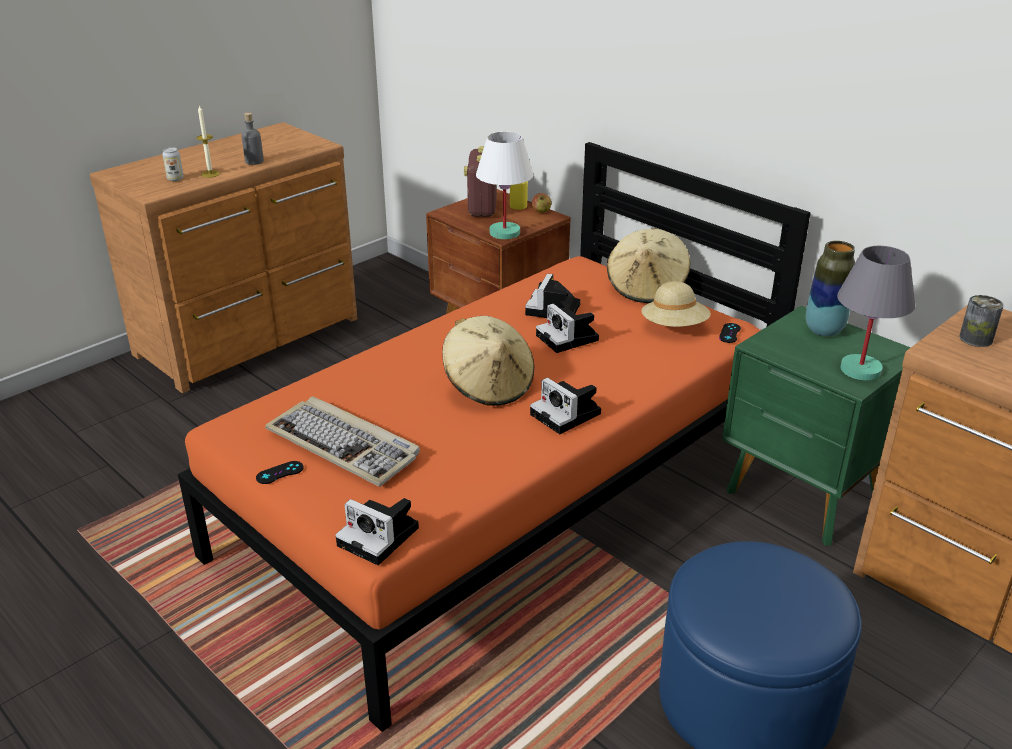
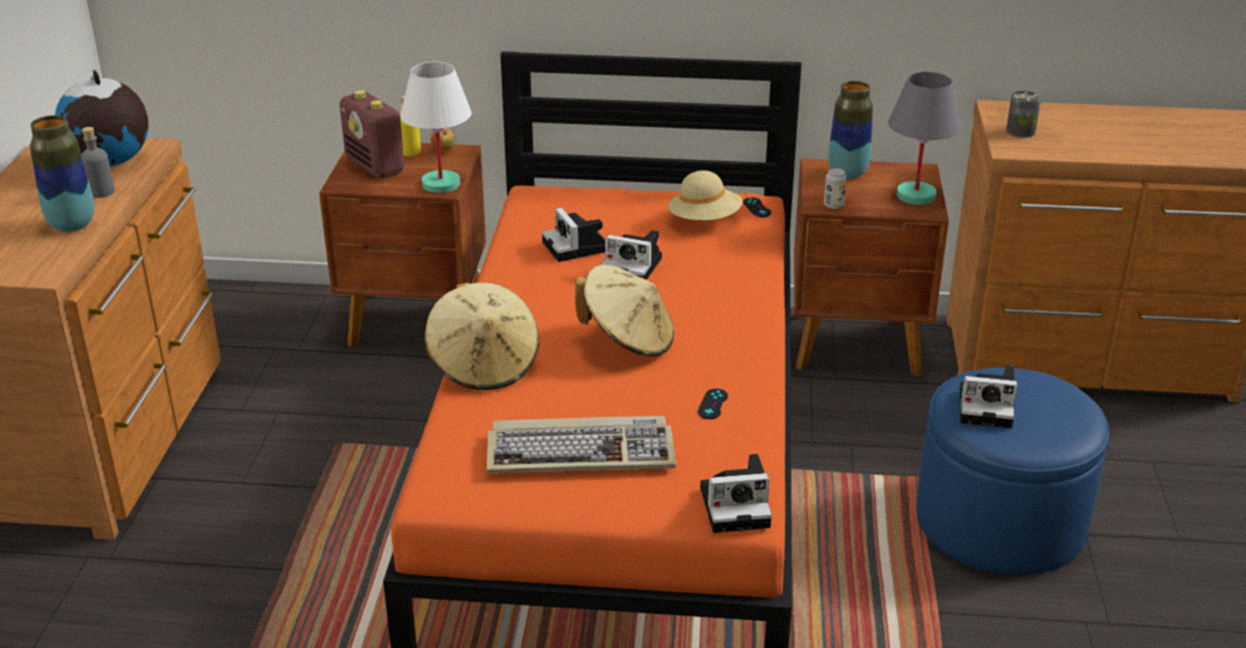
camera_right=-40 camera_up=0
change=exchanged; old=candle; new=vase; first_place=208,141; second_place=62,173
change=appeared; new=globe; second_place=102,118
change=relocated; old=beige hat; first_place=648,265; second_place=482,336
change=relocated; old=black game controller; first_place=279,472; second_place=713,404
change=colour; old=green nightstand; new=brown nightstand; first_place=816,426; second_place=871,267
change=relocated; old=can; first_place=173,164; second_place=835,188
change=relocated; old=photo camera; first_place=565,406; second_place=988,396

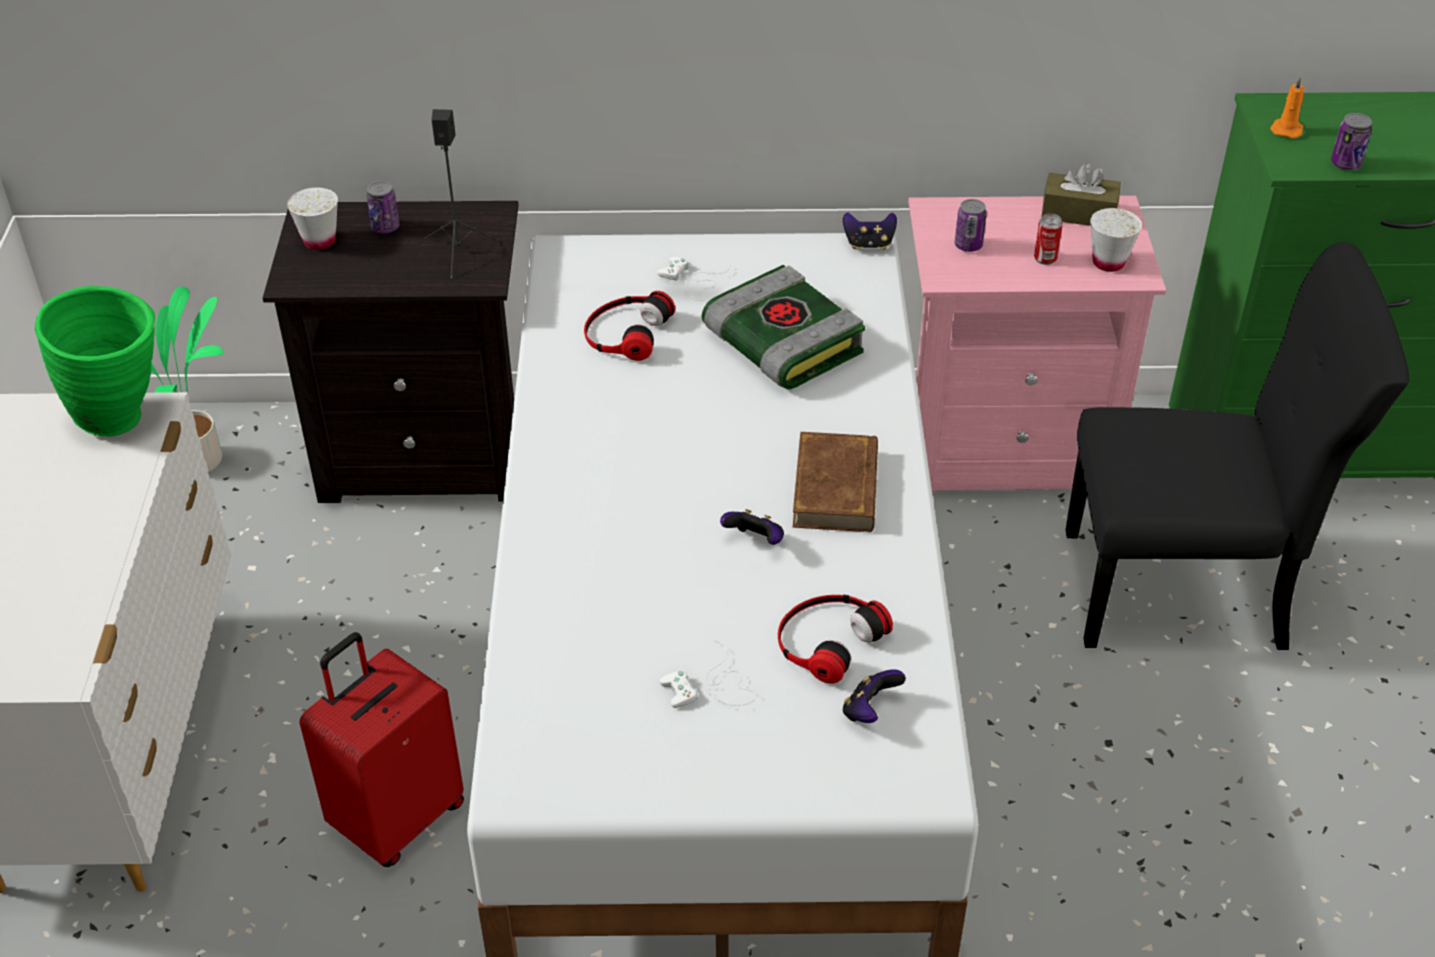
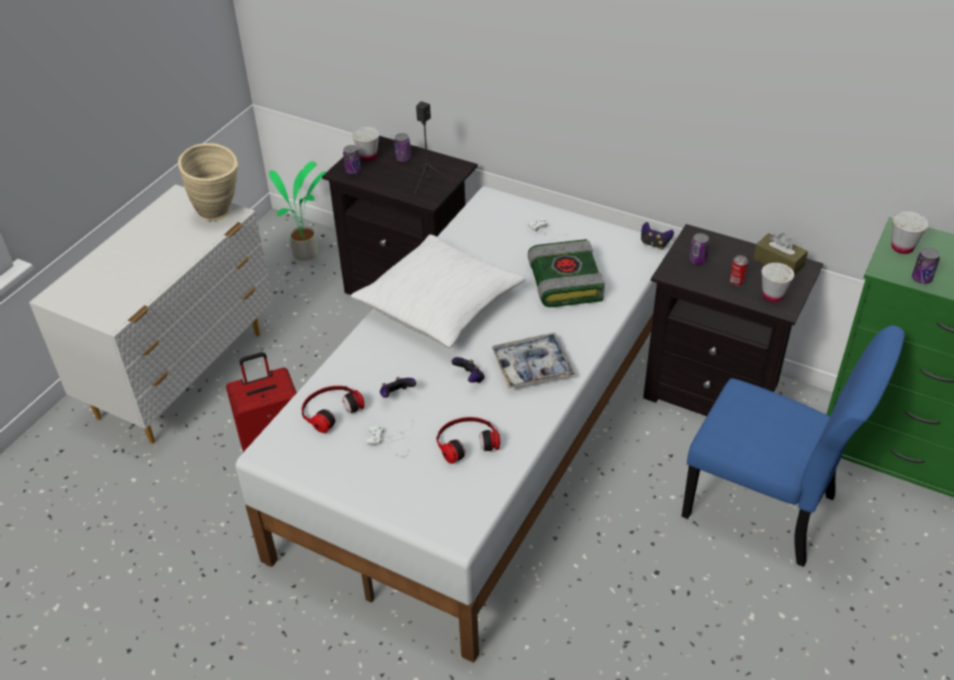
camera_right=30 camera_up=0
change=colour; old=green vase; new=beige vase; first_place=95,361; second_place=208,182
change=relocated; old=headphones; first_place=629,326; second_place=333,409
change=appeared; new=can; second_place=352,159
change=appeared; new=white pillow; second_place=437,291
change=relocated; old=game controller; first_place=874,696; second_place=398,387
change=exchanged; old=brown book; new=tray; first_place=835,482; second_place=533,361
change=colour; old=pink nightstand; new=black nightstand; first_place=1037,346; second_place=733,320
change=colour; old=black chair; new=blue chair; first_place=1237,446; second_place=793,446
change=exchanged; old=orange candle; new=white cup; first_place=1287,107; second_place=909,232

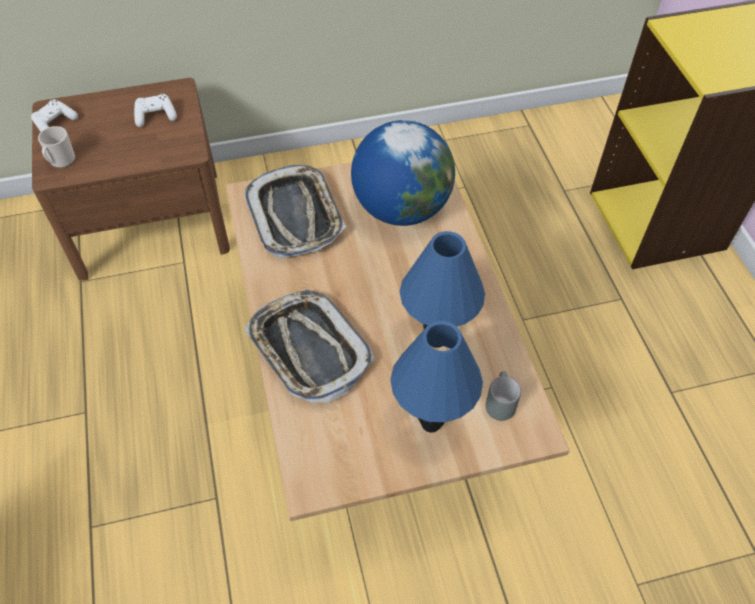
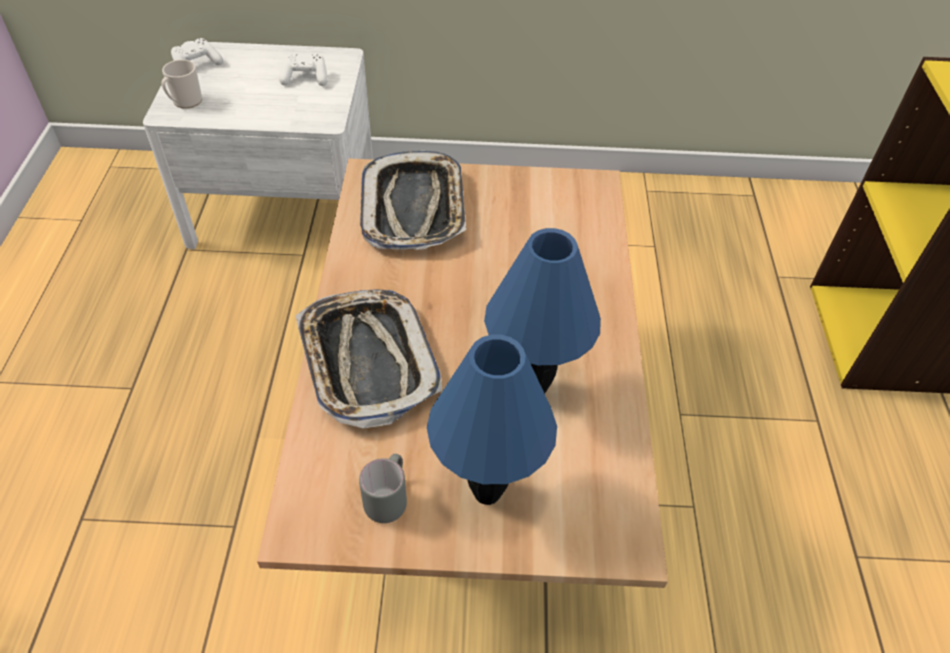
camera_right=15 camera_up=-5
change=colour; old=brown nightstand; new=white nightstand; first_place=131,179; second_place=258,145
change=relocated; old=grey mug; first_place=503,396; second_place=383,488
change=missing; old=globe; first_place=403,173

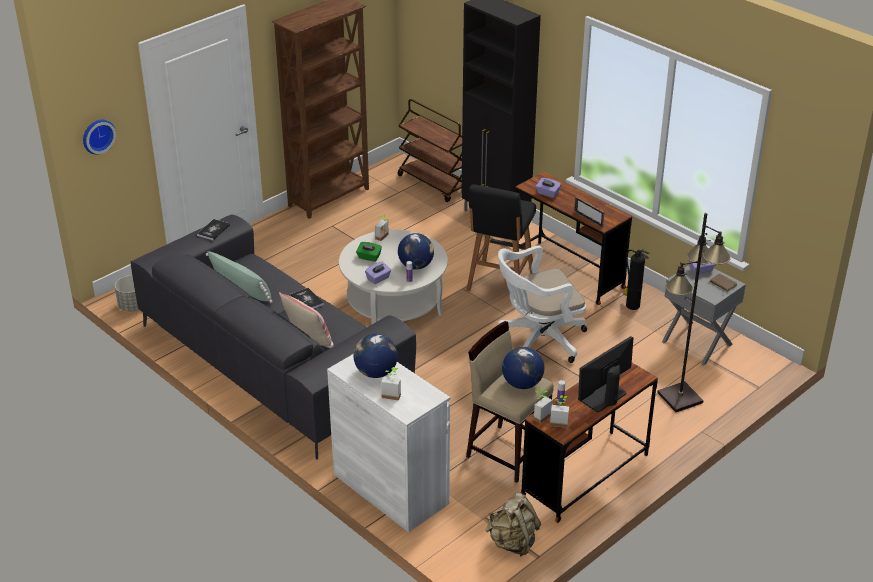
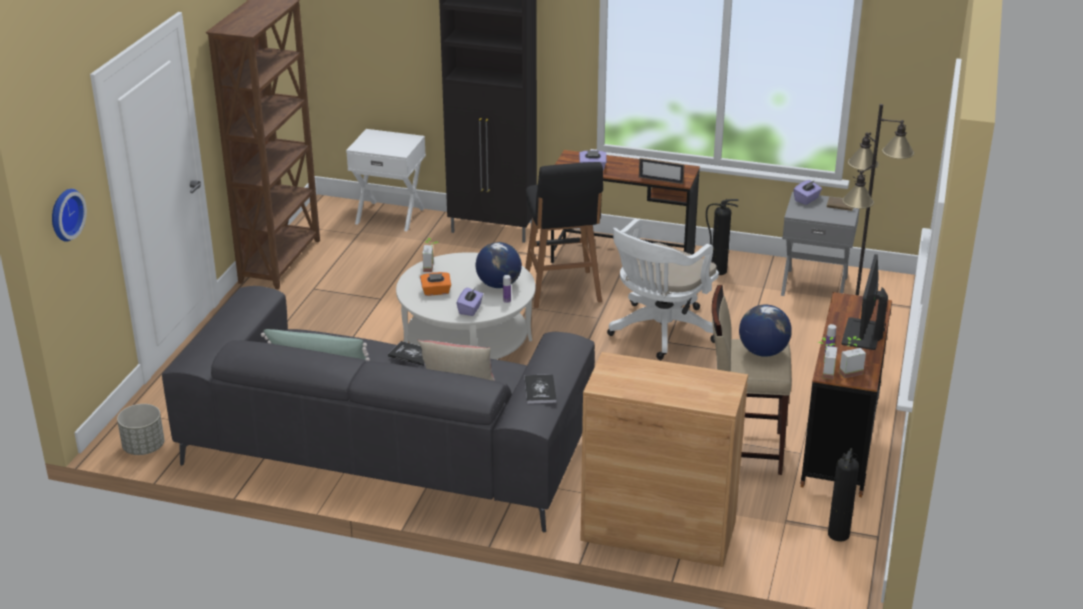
camera_right=-30 camera_up=-5
change=exchanged; old=brown cart; new=white nightstand; first_place=429,150; second_place=386,180
change=colour; old=green tissue box; new=orange tissue box; first_place=369,252; second_place=435,284
change=relocated; old=book; first_place=213,229; second_place=540,389
change=colour; old=white cabinet; new=brown cabinet; first_place=388,443; second_place=664,459
change=exchanged; old=beige backpack; new=fire extinguisher; first_place=513,525; second_place=843,495
change=missing; old=globe; first_place=376,356
change=missing; old=potted plant; first_place=391,384

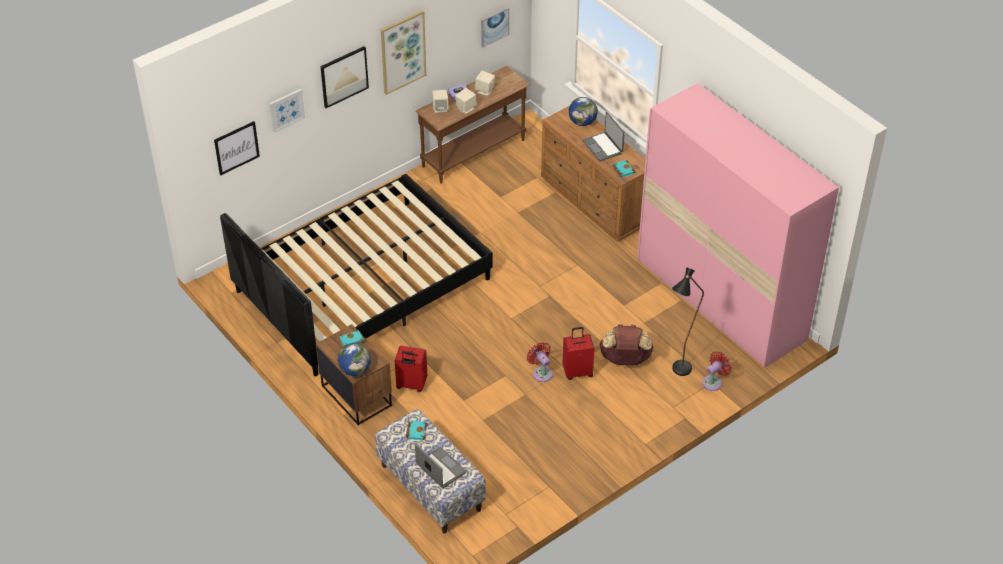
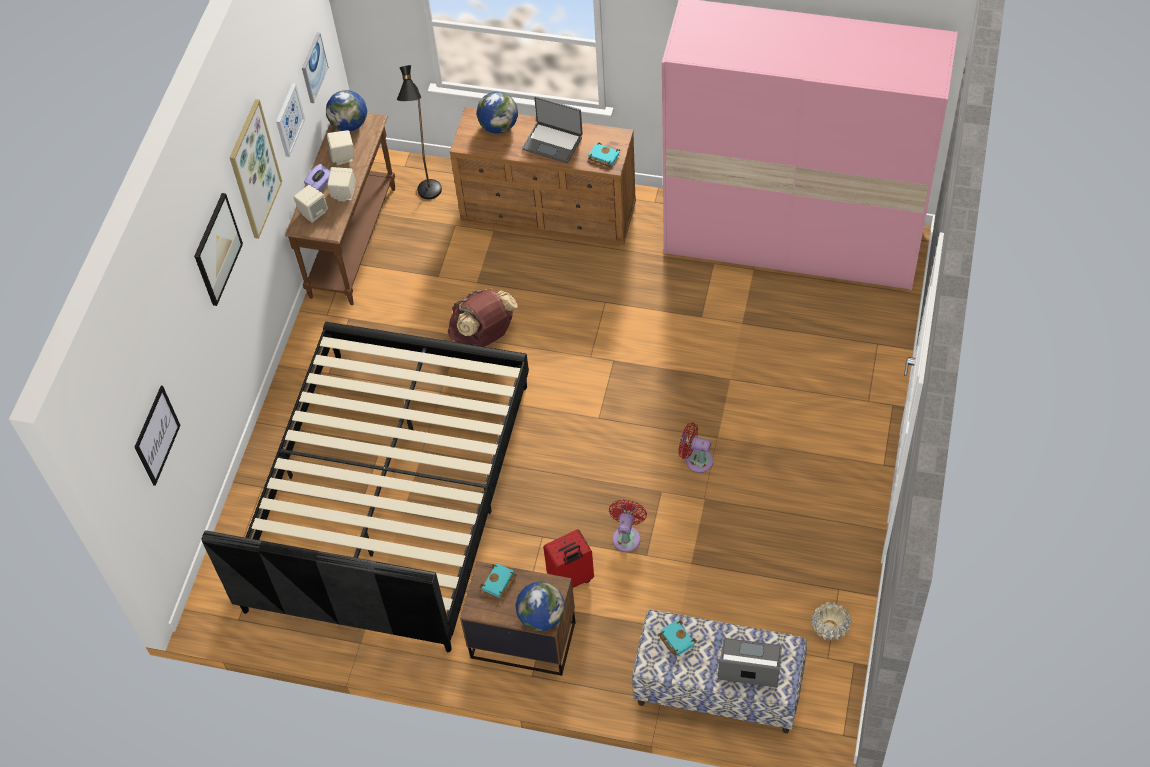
camera_right=-35 camera_up=10
change=relocated; old=picture; first_place=287,111; second_place=290,120
change=appeared; new=globe; second_place=346,110
change=relocated; old=black floor lamp; first_place=688,321; second_place=419,132
change=relocated; old=brown backpack; first_place=626,345; second_place=483,318
change=relocated; old=red fan; first_place=716,371; second_place=628,526
change=appeared; new=beige planter; second_place=831,621
change=missing; old=red suitcase; first_place=578,353

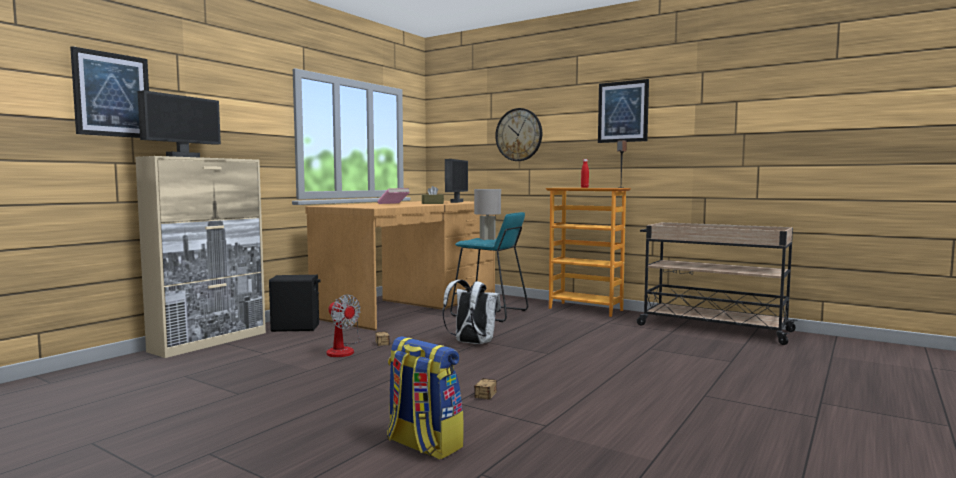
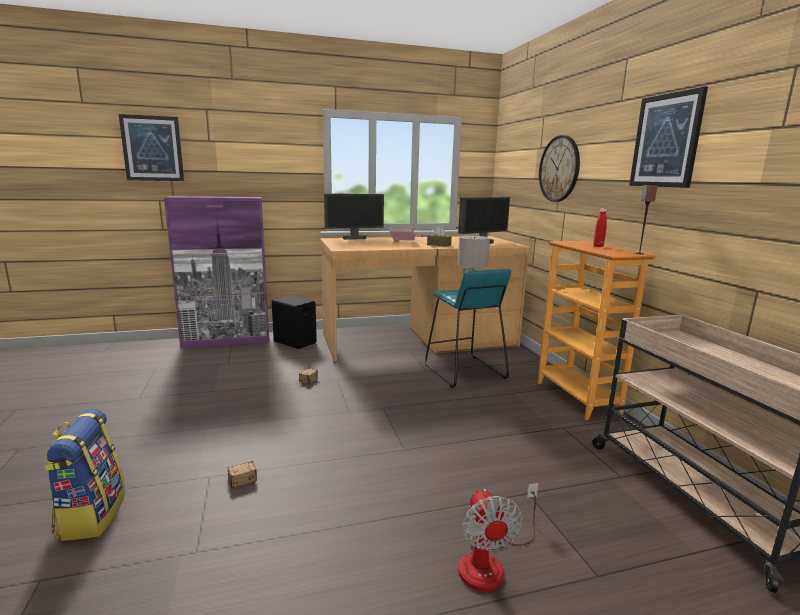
camera_right=40 camera_up=10
change=colour; old=beige cabinet; new=purple cabinet; first_place=200,257; second_place=216,272
change=relocated; old=monitor; first_place=179,123; second_place=354,216
change=relocated; old=fan; first_place=343,325; second_place=498,537
change=missing; old=white backpack; first_place=471,312

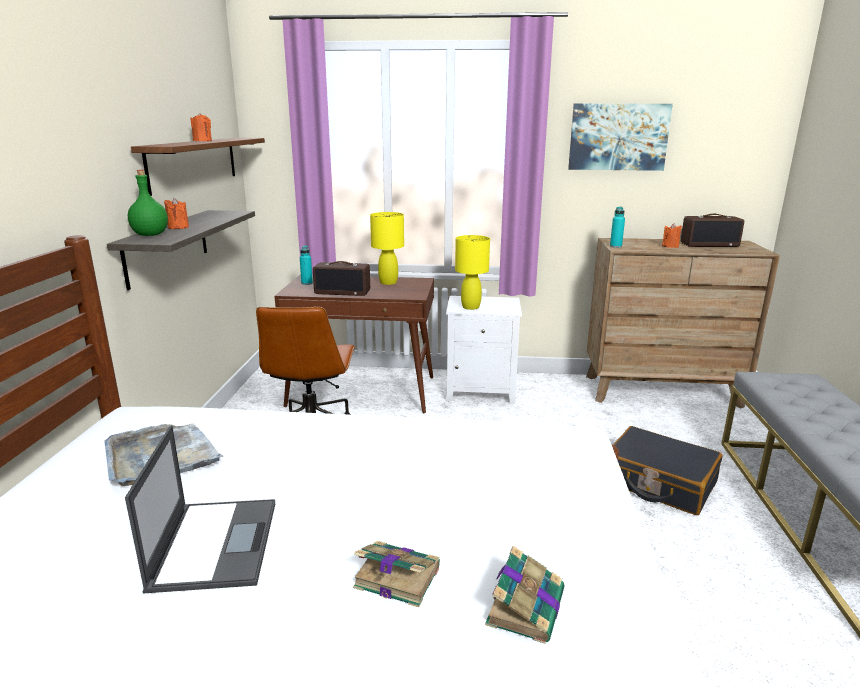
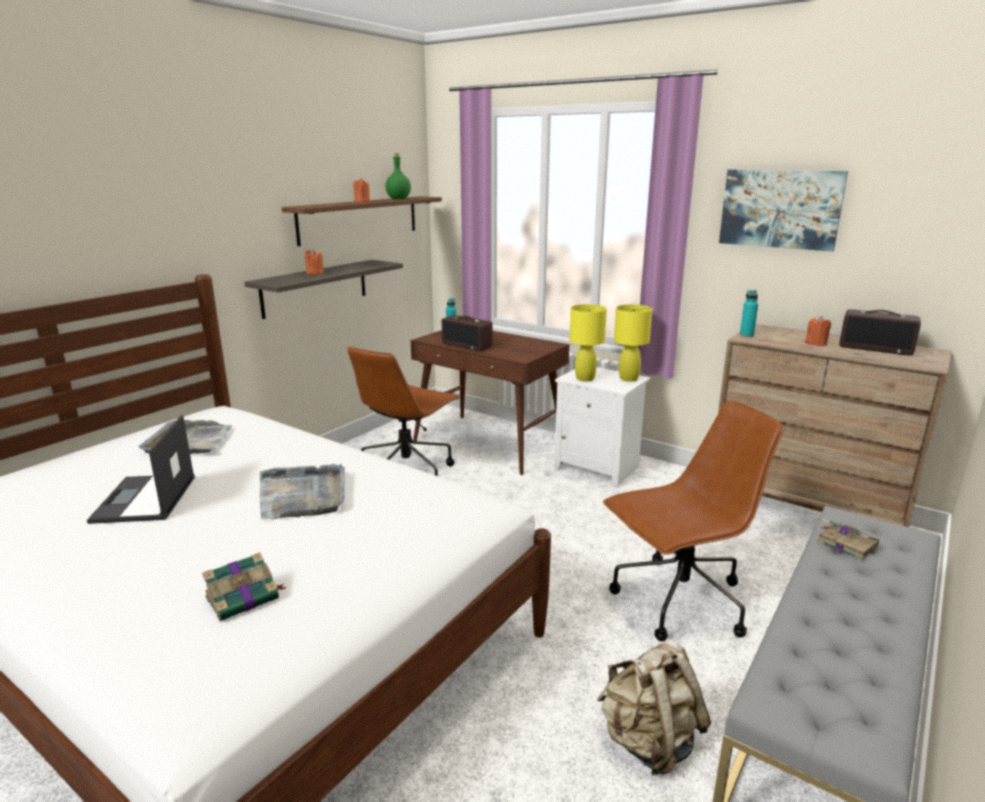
camera_right=30 camera_up=0
change=spun; old=laptop; first_place=200,509; second_place=141,469; degrees=150
change=appeared; new=grey tray; second_place=302,491
change=relocated; old=green bottle; first_place=148,203; second_place=398,176
change=appeared; new=beige backpack; second_place=654,707
change=exchanged; old=black suitcase; new=brown office chair; first_place=667,470; second_place=693,520
change=relocated; old=yellow table lamp; first_place=387,248; second_place=633,343
change=relocated; old=book; first_place=396,574; second_place=848,539

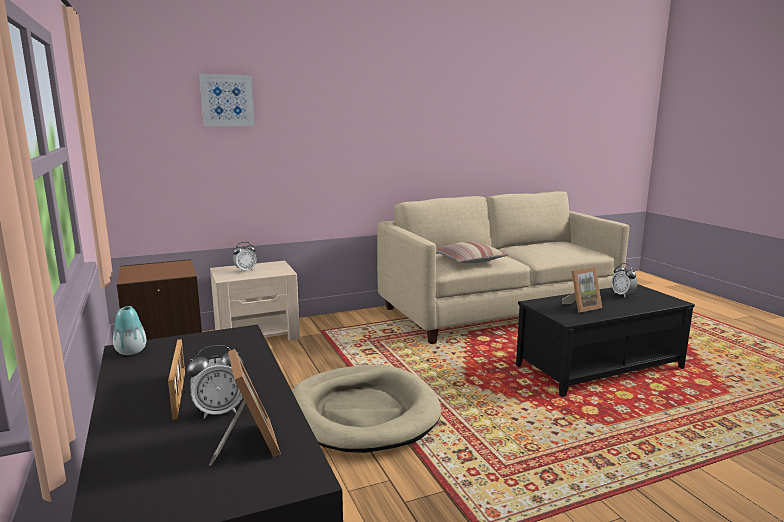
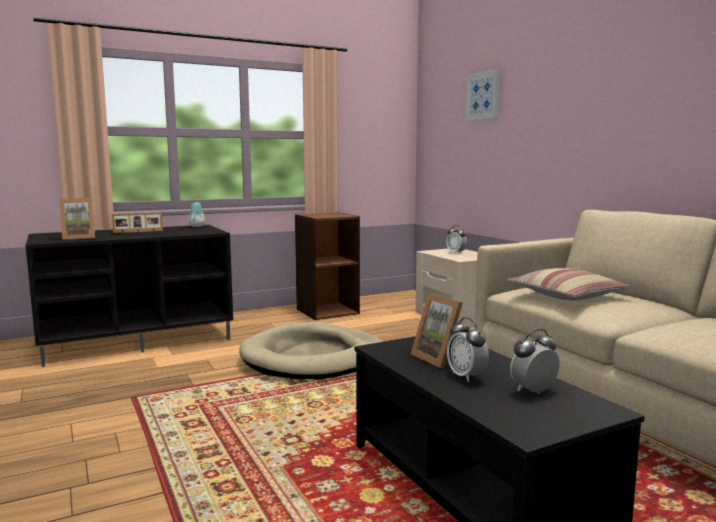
camera_right=85 camera_up=-5
change=relocated; old=alarm clock; first_place=215,382; second_place=468,349

